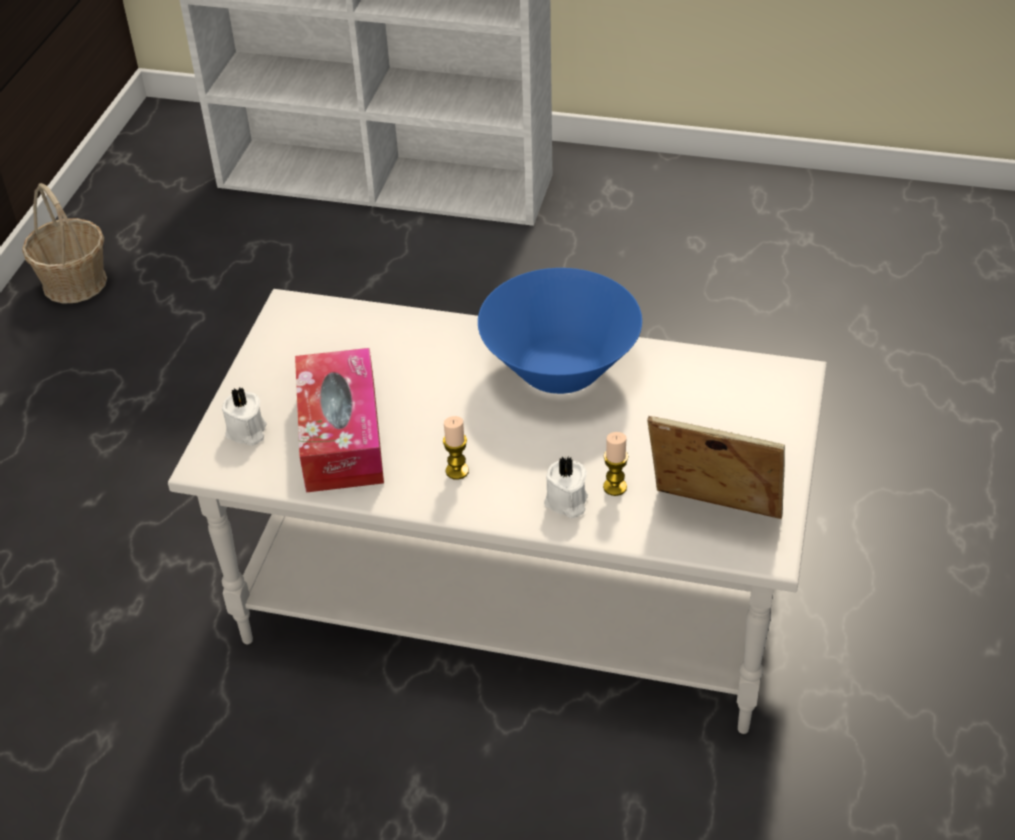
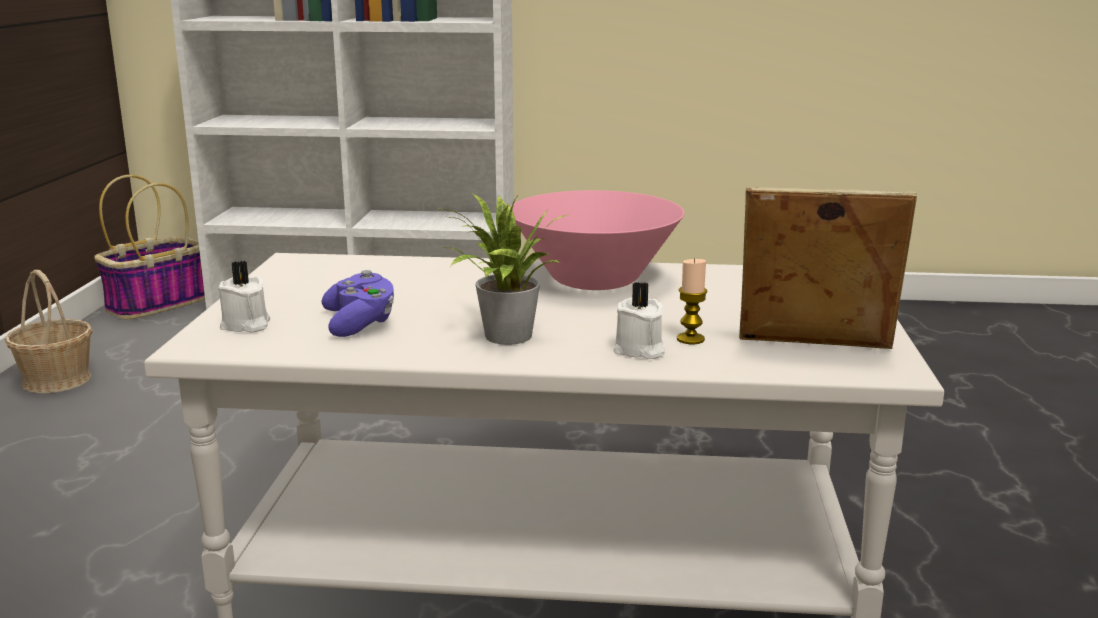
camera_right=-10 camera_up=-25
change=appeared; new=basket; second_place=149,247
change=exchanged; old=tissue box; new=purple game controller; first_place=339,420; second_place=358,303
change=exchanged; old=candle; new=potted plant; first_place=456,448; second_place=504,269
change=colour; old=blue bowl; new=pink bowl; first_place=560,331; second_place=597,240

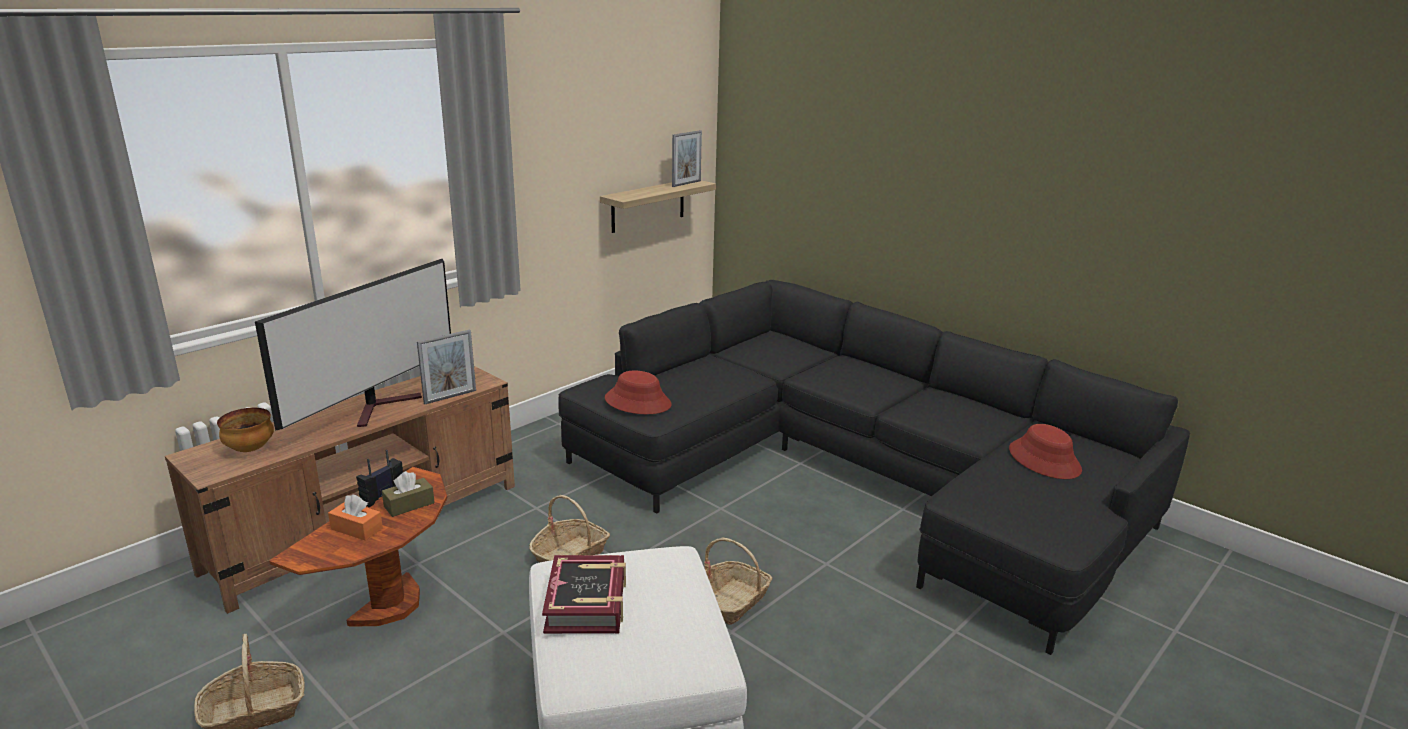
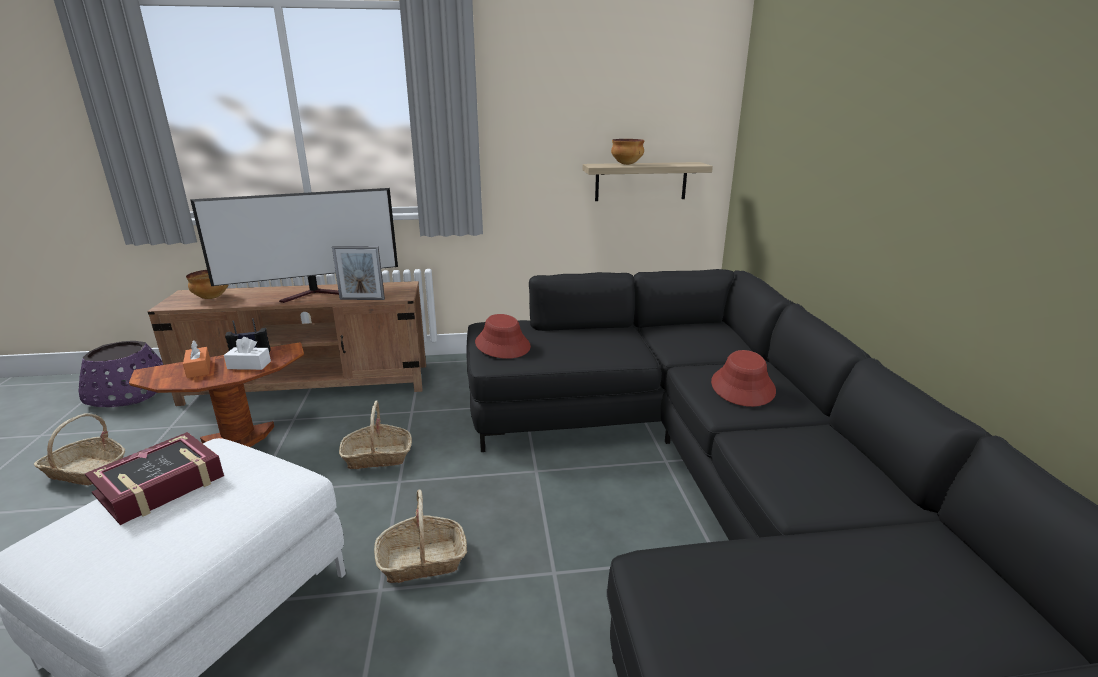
camera_right=40 camera_up=0
change=appeared; new=purple planter; second_place=121,374
change=colour; old=brown tissue box; new=white tissue box; first_place=408,494; second_place=247,353
change=appeared; new=bowl; second_place=627,152
change=relocated; old=red hat; first_place=1045,451; second_place=743,378
change=missing; old=picture frame; first_place=687,158

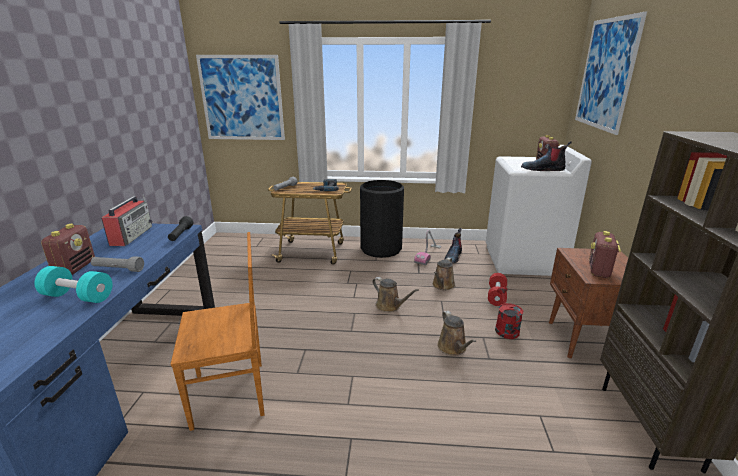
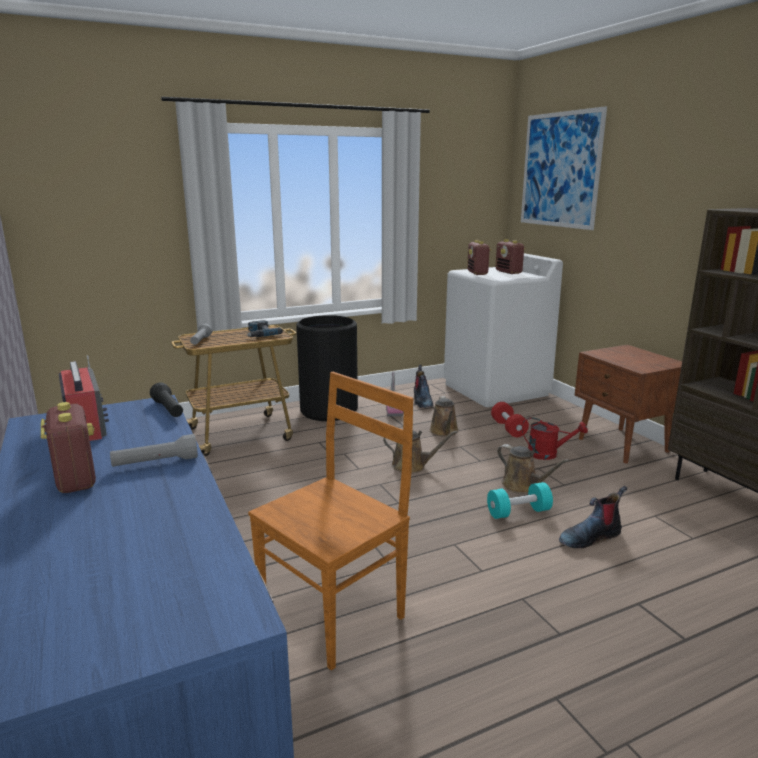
camera_right=-30 camera_up=-5
change=relocated; old=radio; first_place=605,254; second_place=479,257
change=relocated; old=turquoise dumbbell; first_place=73,284; second_place=520,500
change=spun; old=red watering can; first_place=509,313; second_place=555,438; degrees=135
change=relocated; old=boot; first_place=546,156; second_place=593,517
change=missing; old=picture; first_place=240,97

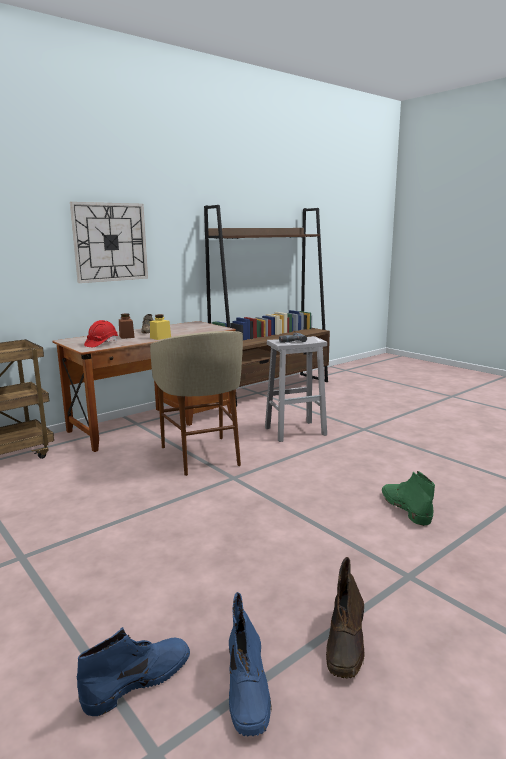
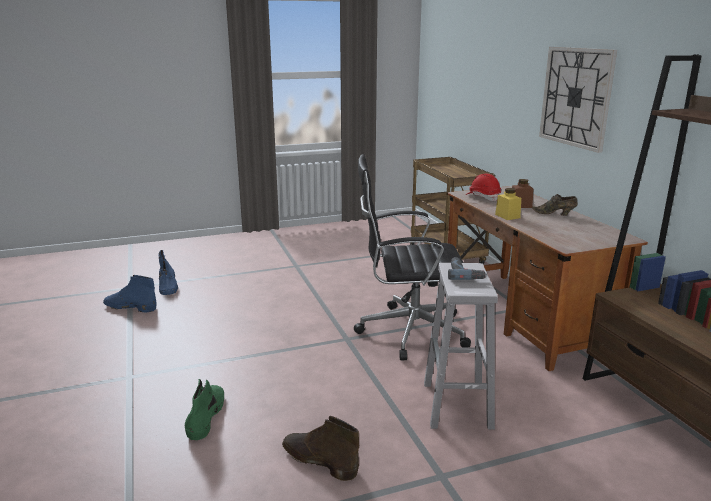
camera_right=110 camera_up=5
change=spun; old=green boot; first_place=408,498; second_place=204,409; degrees=-90
change=relocated; old=brown boot; first_place=345,618; second_place=320,448
change=exchanged; old=beige stool; new=black office chair; first_place=196,403; second_place=412,257

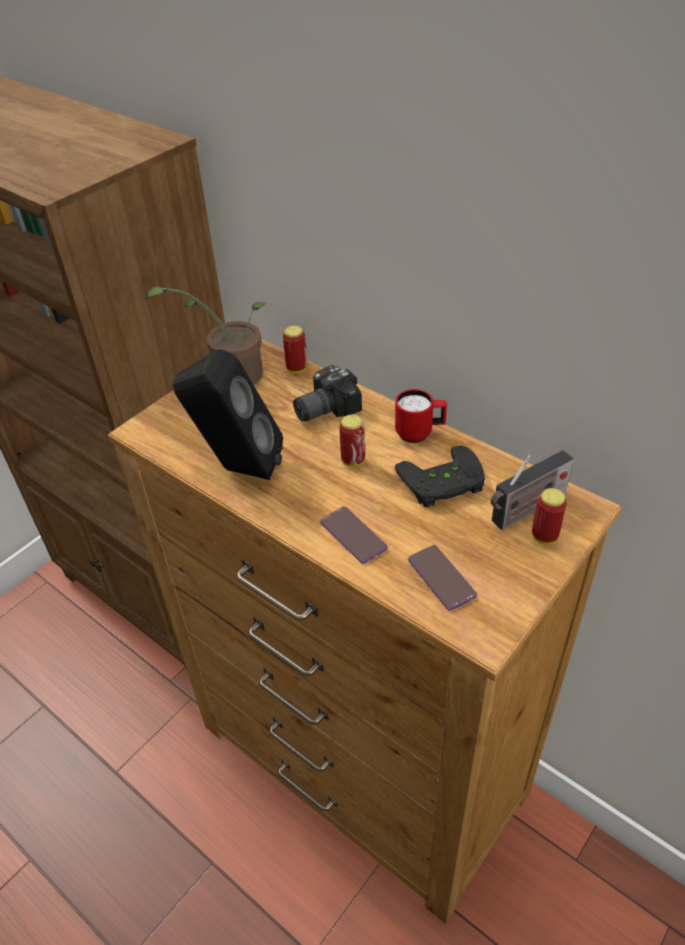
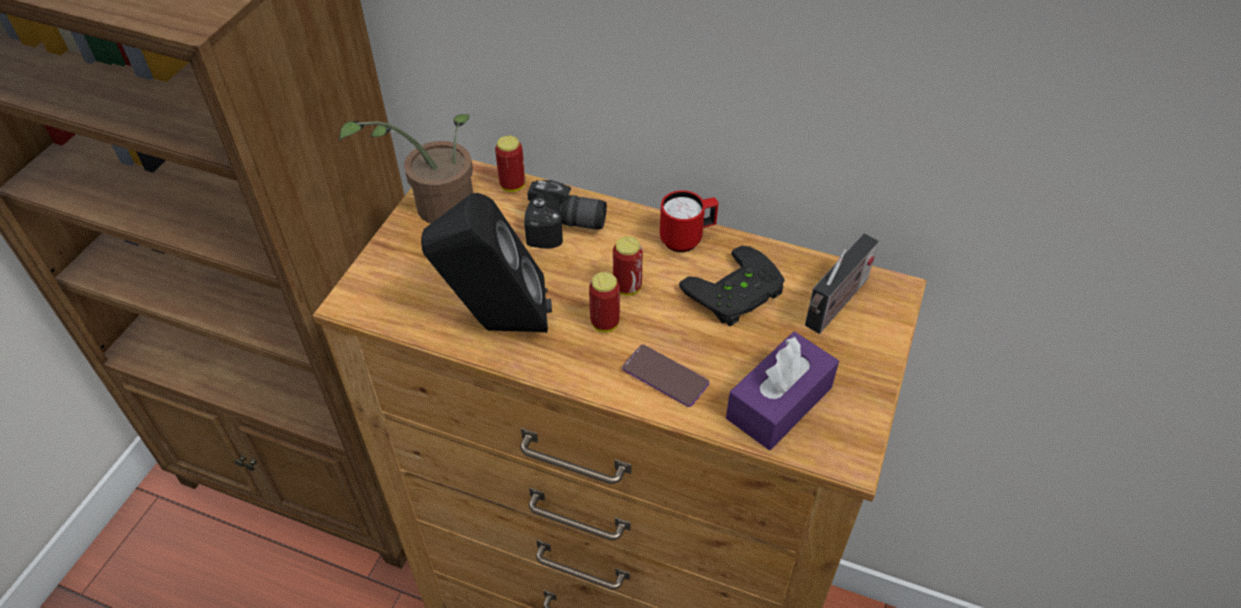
camera_right=-20 camera_up=5
change=spun; old=photo camera; first_place=327,393; second_place=565,214; degrees=-120
change=relocated; old=can; first_place=549,516; second_place=604,302
change=exchanged; old=phone; new=purple tissue box; first_place=442,578; second_place=782,390

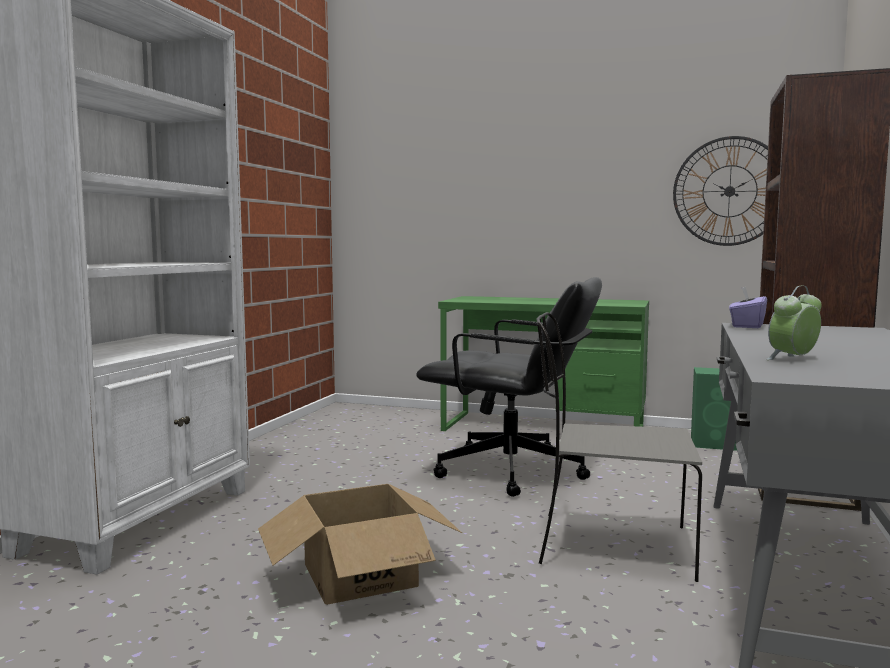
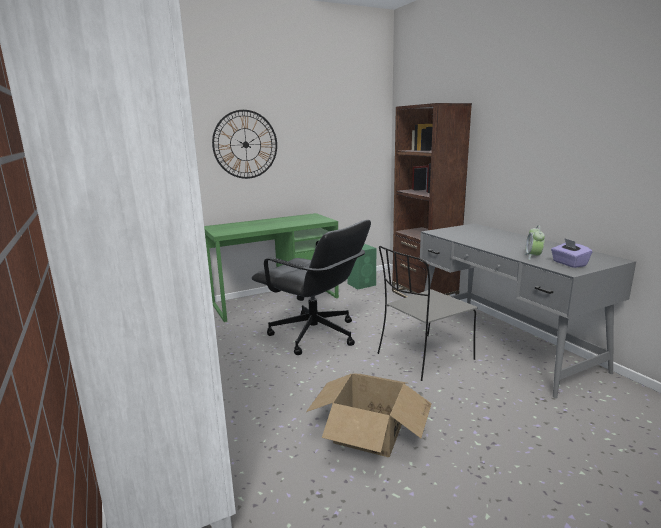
camera_right=-45 camera_up=10
change=relocated; old=wall clock; first_place=720,191; second_place=244,144
change=spun; old=black office chair; first_place=509,387; second_place=311,287; degrees=60
change=relocated; old=purple tissue box; first_place=748,307; second_place=572,253

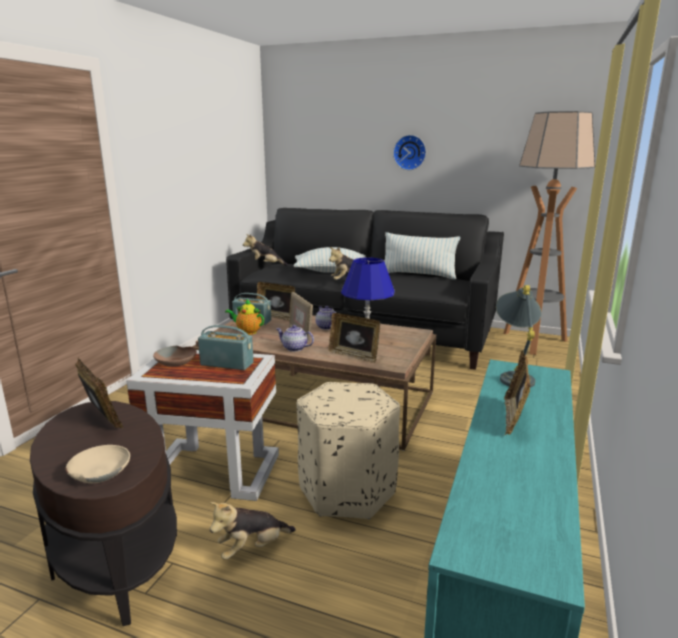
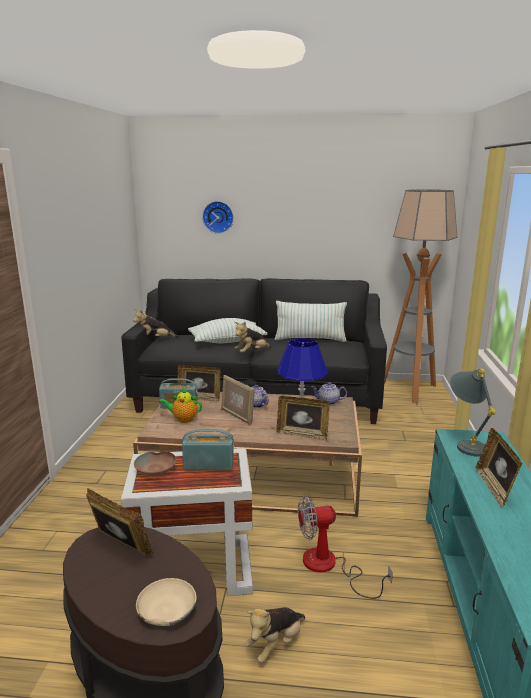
camera_right=-15 camera_up=0
change=relocated; old=wall clock; first_place=409,152; second_place=218,217
change=exchanged; old=beige ottoman; new=fan; first_place=348,450; second_place=345,547
change=relocated; old=teapot; first_place=295,338; second_place=329,393

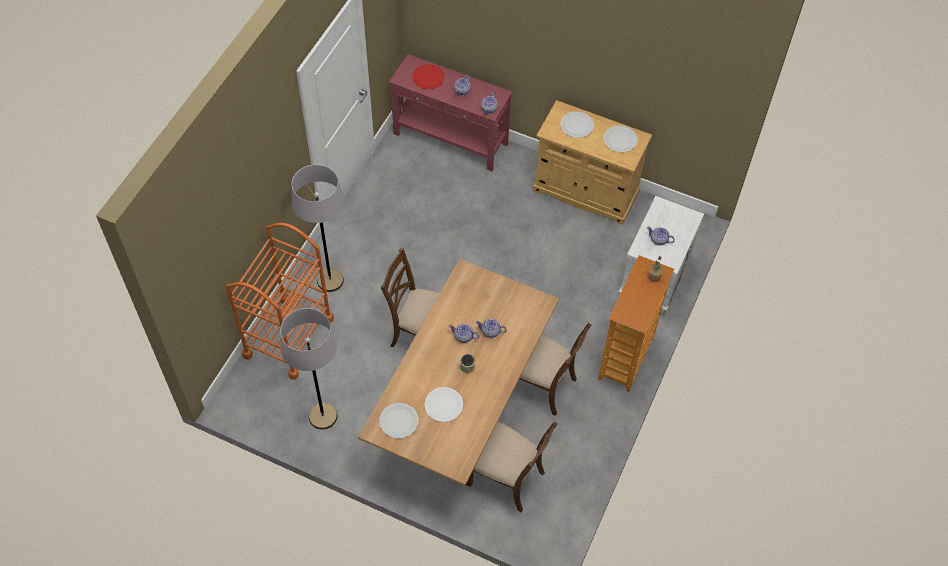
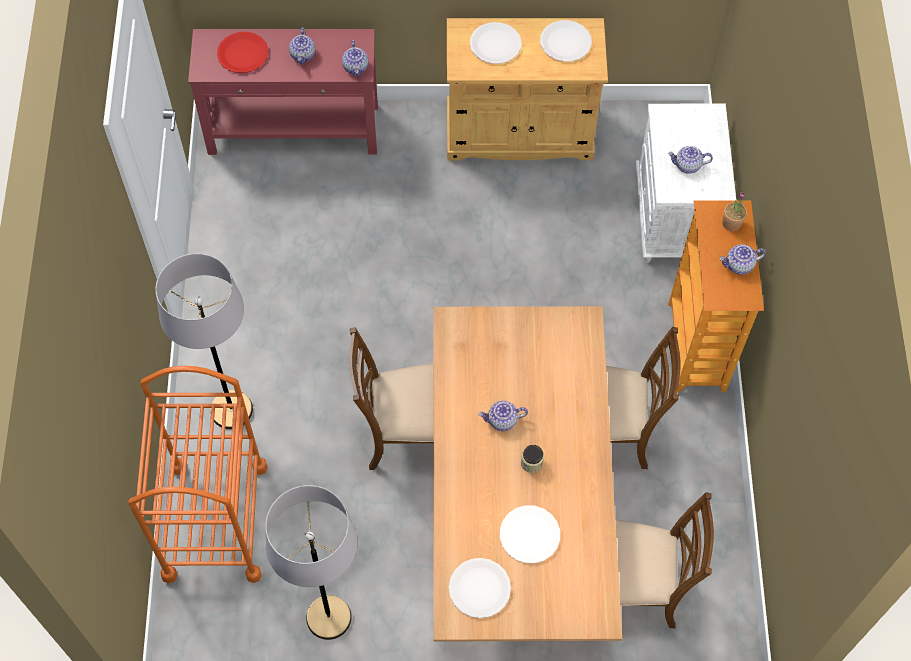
camera_right=-25 camera_up=5
change=relocated; old=teapot; first_place=491,328; second_place=742,259

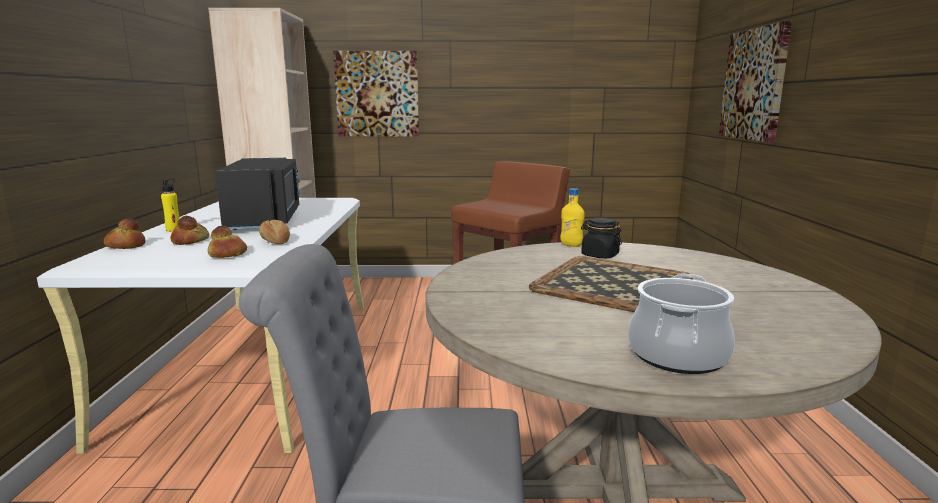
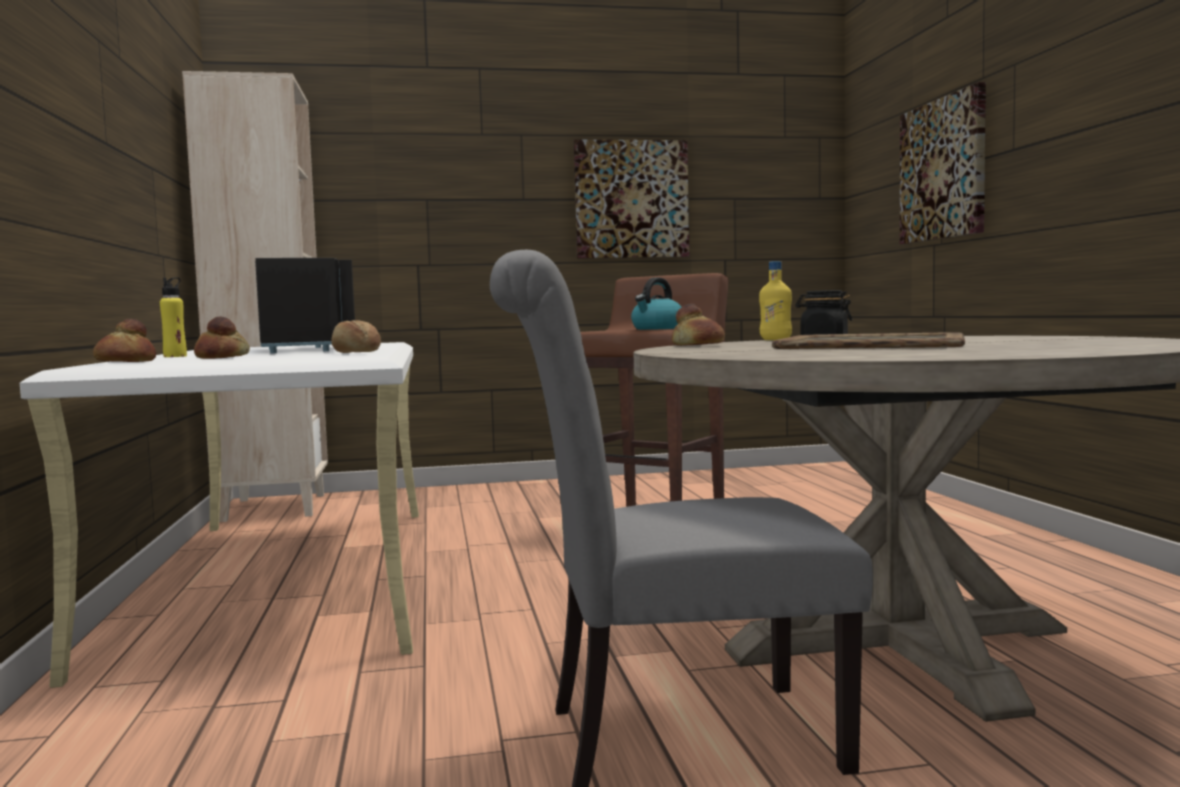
camera_right=-10 camera_up=-10
change=relocated; old=picture; first_place=376,93; second_place=631,199
change=appeared; new=kettle; second_place=656,303
change=relocated; old=bread; first_place=227,242; second_place=698,325
change=missing; old=cooking pot; first_place=681,324

